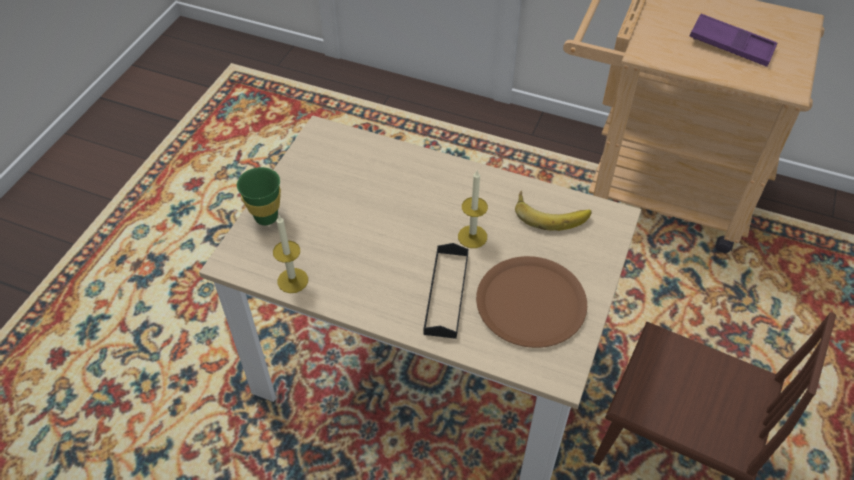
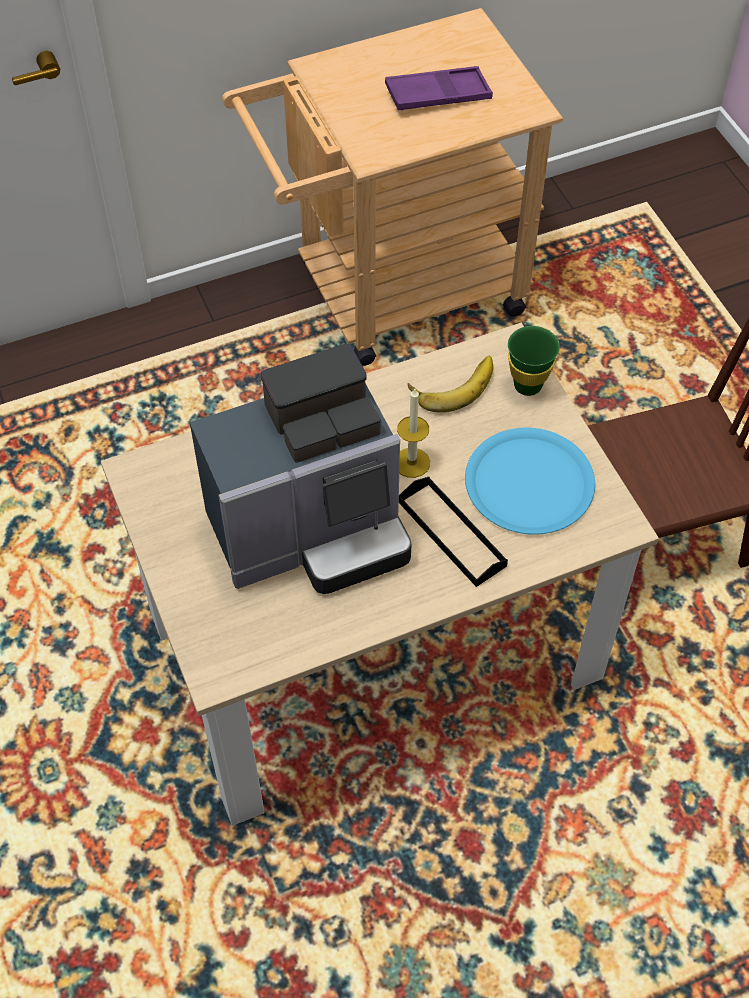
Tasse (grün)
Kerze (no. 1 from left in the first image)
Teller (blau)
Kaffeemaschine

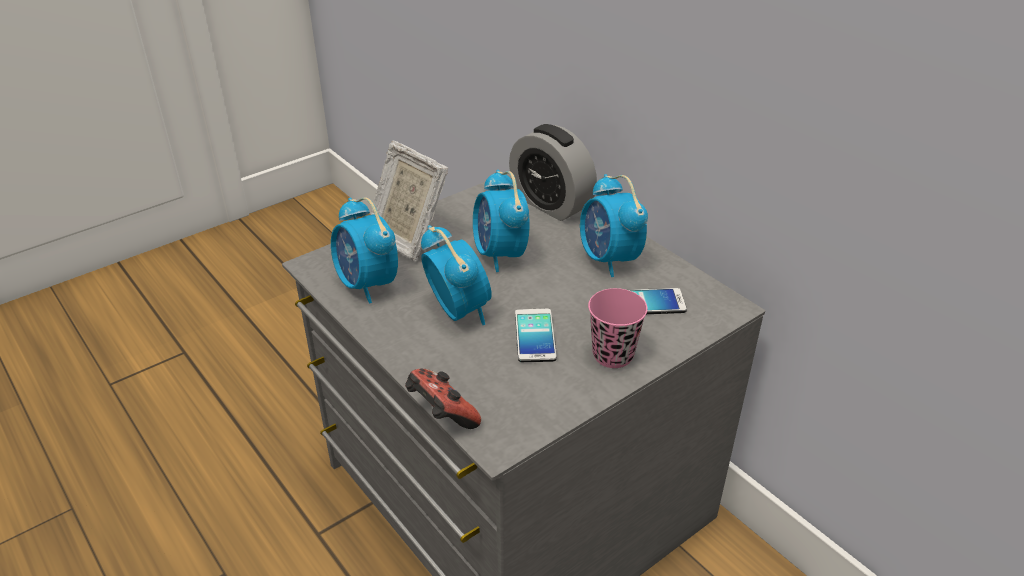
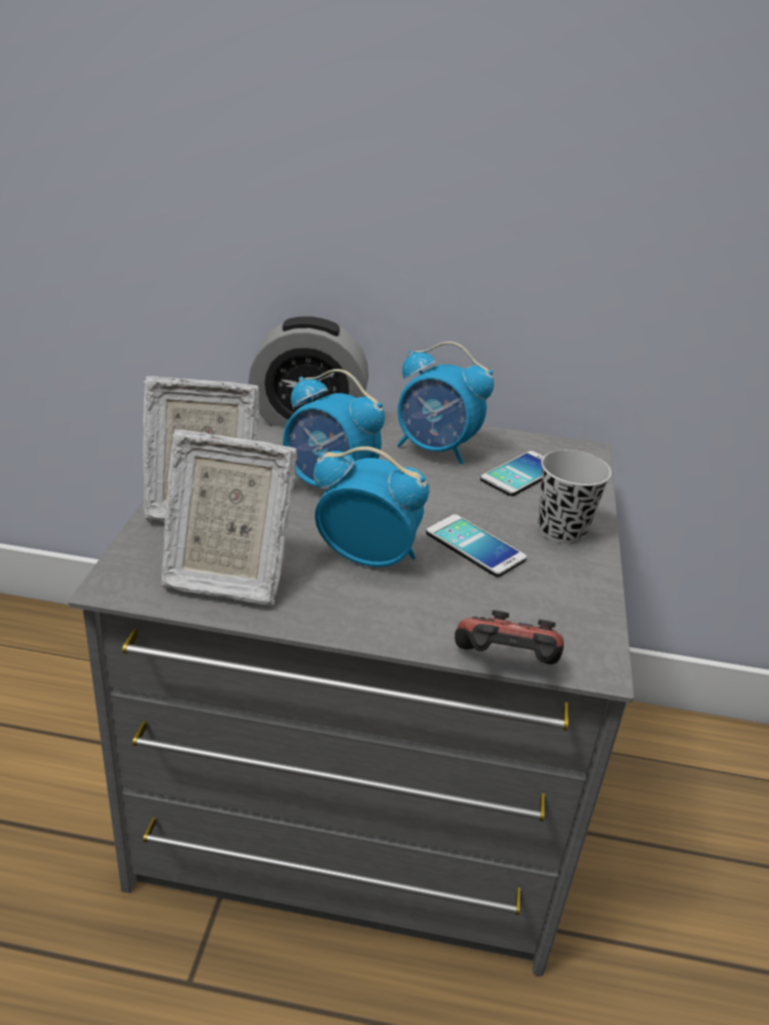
Bilderrahmen (no. 2 from left)
Tasse (schwarz)

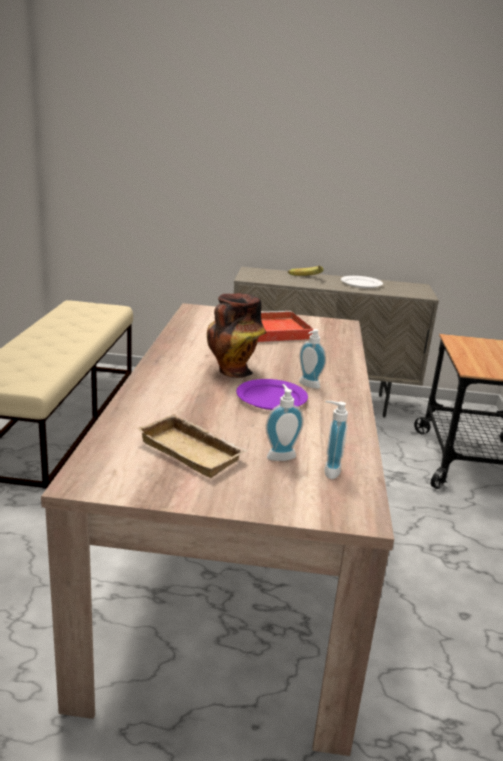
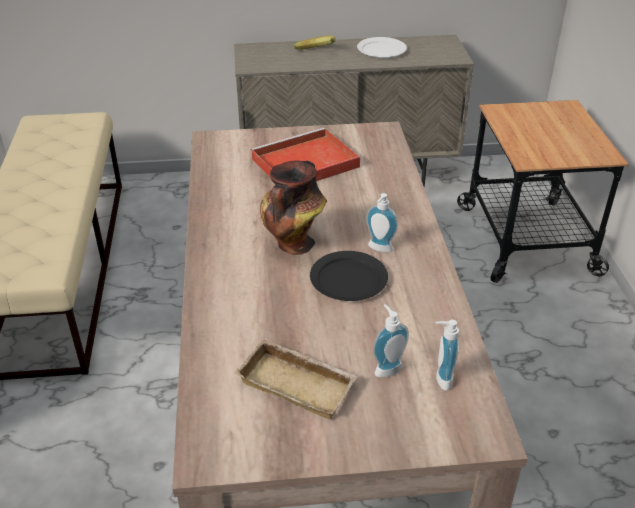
Teller (schwarz)

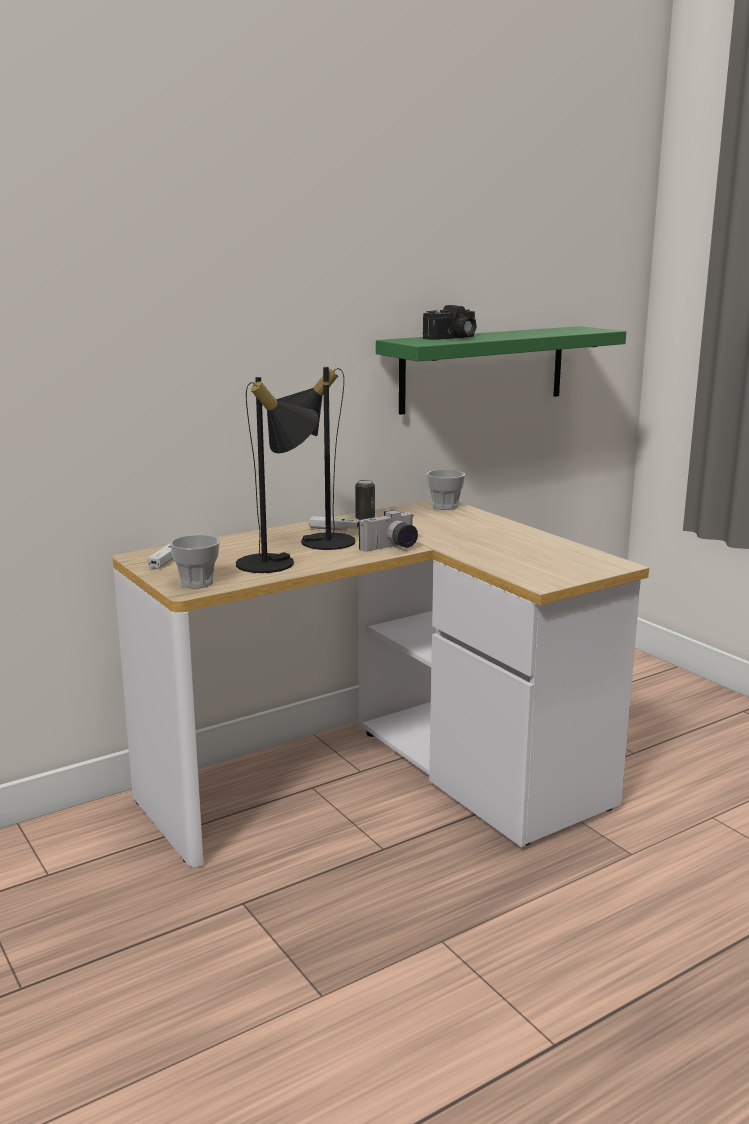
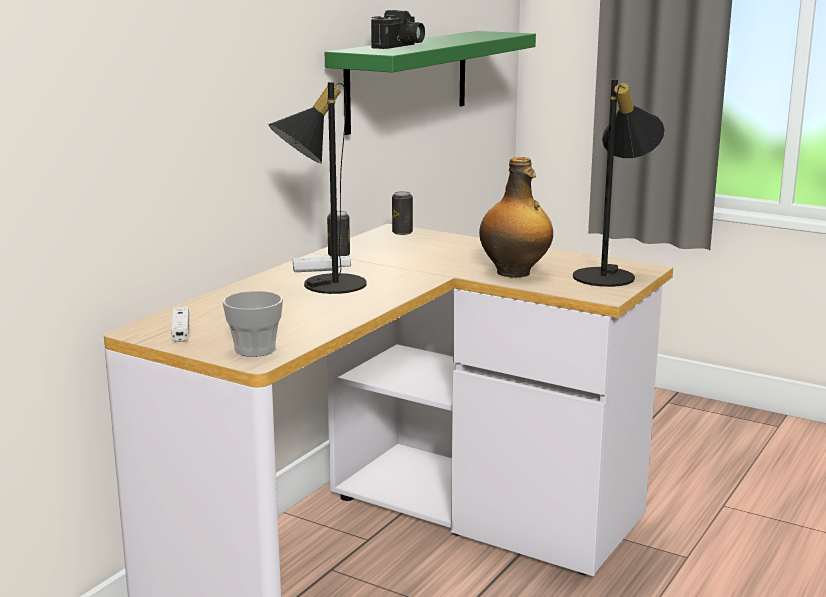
Tischlampe (schwarz) (no. 2 from left)
Kamera (no. 1 from left in the first image)
Dose (no. 2 from left)
Flasche

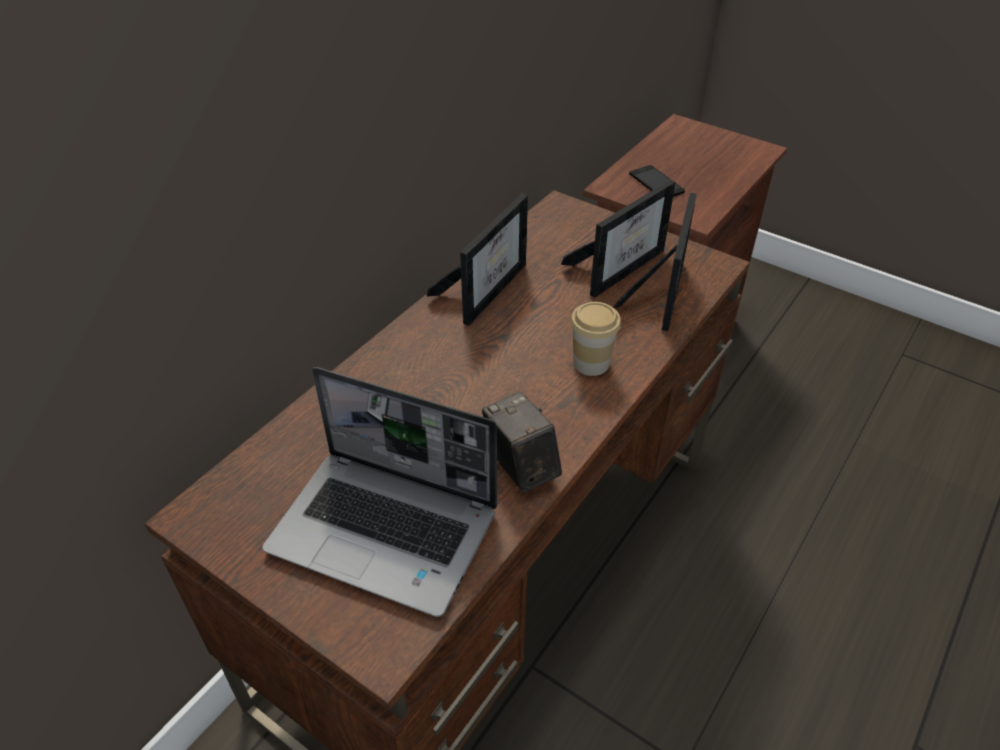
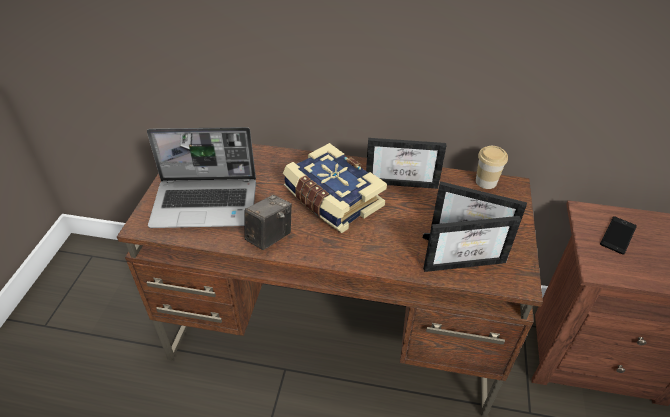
Laptop
Tasse
Buch

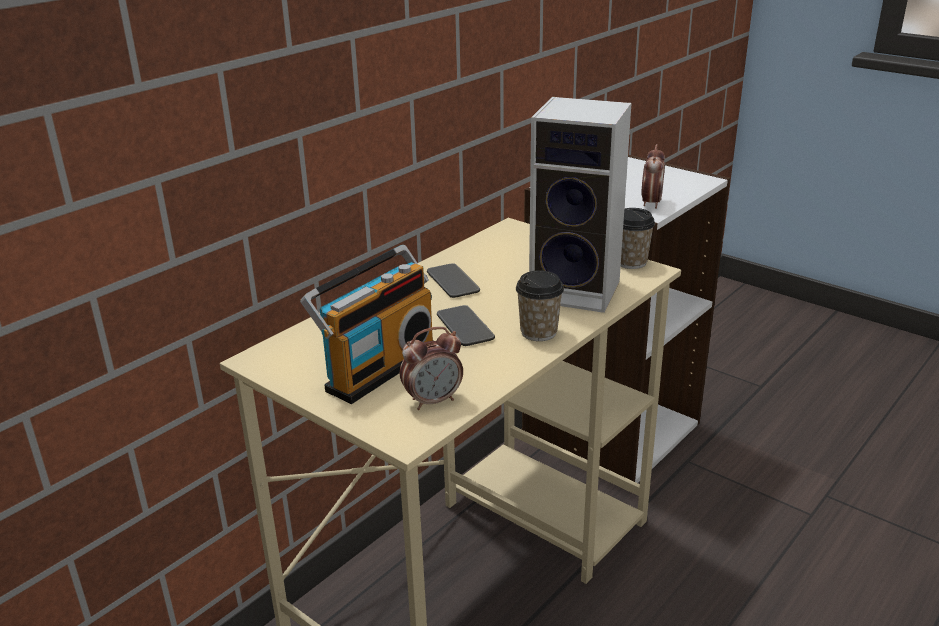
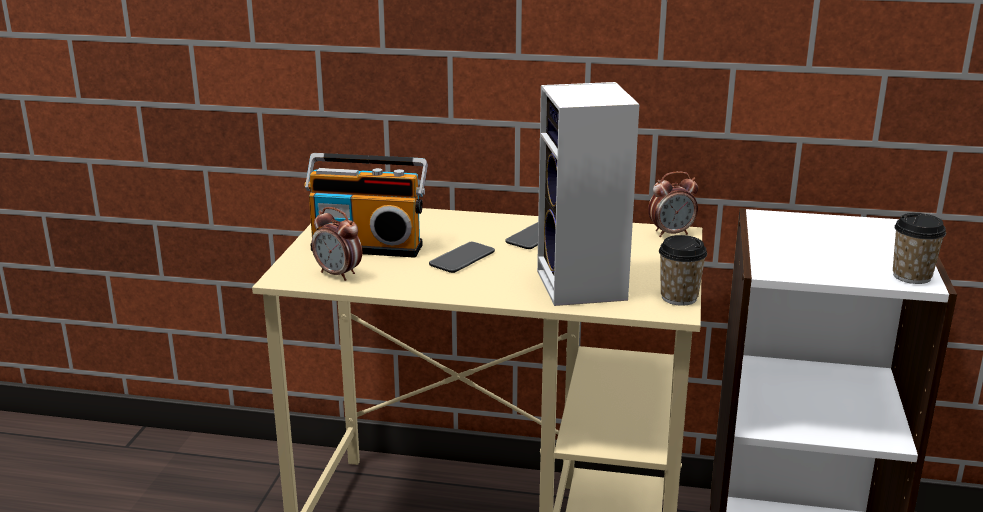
Tasse (no. 2 from left)
Wecker (no. 2 from left)

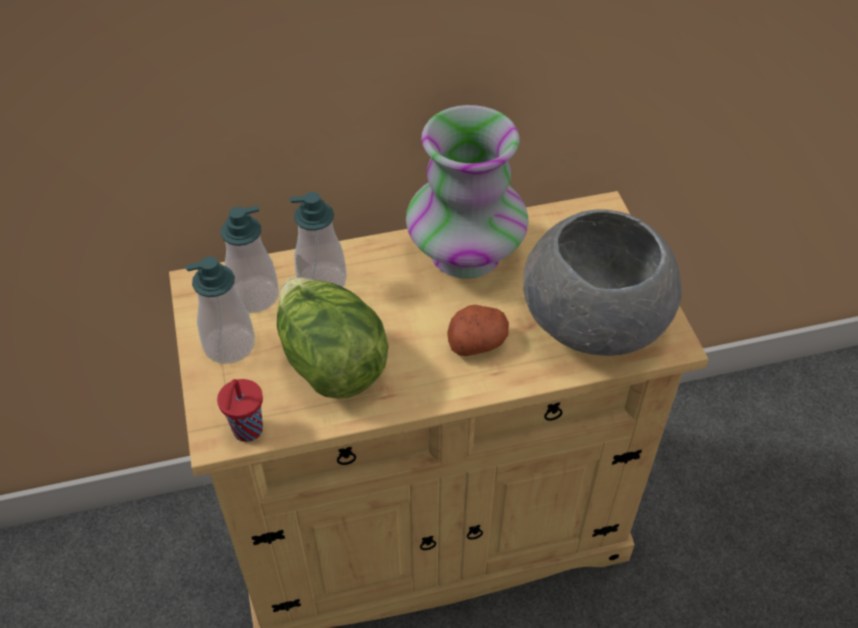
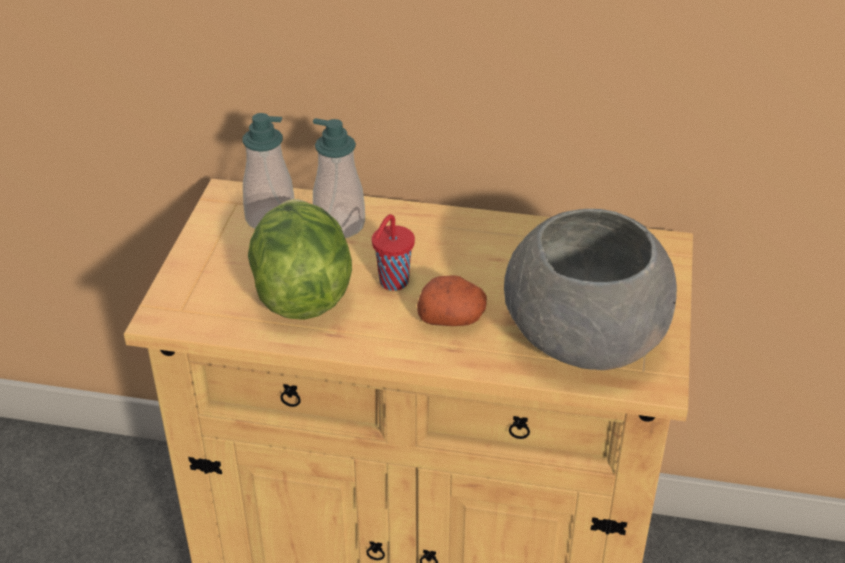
Seifenspender (no. 1 from left in the first image)
Tasse (rot)
Vase

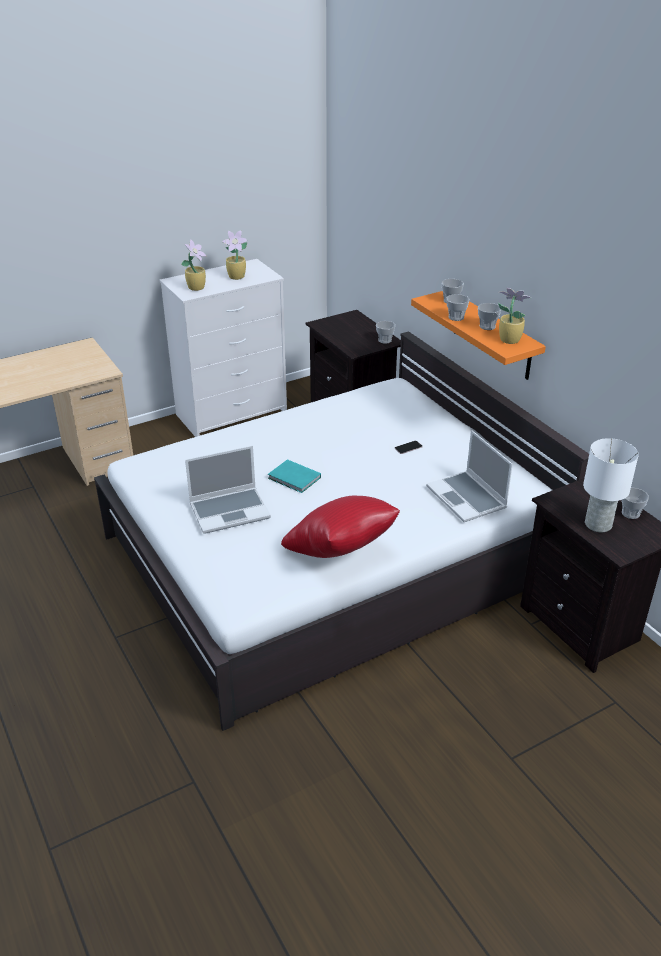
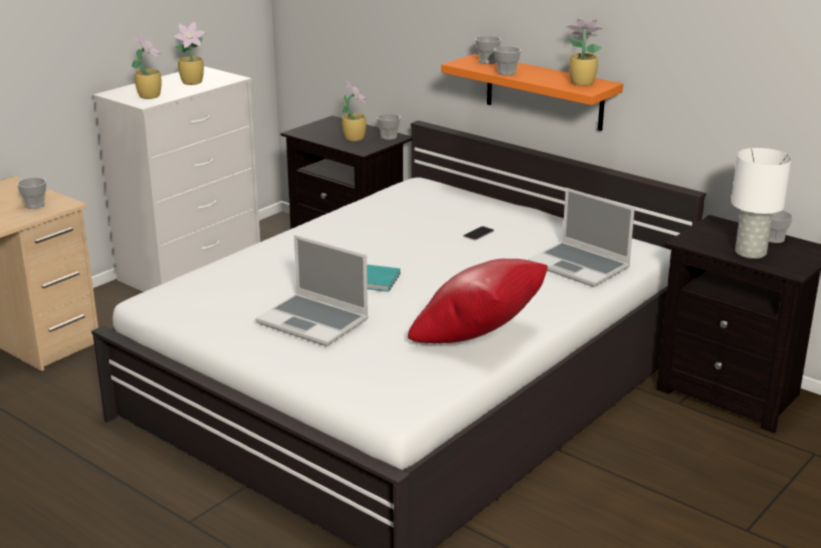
Laptop (no. 1 from left)
Tasse (no. 1 from left)
Topfpflanze (no. 3 from left)

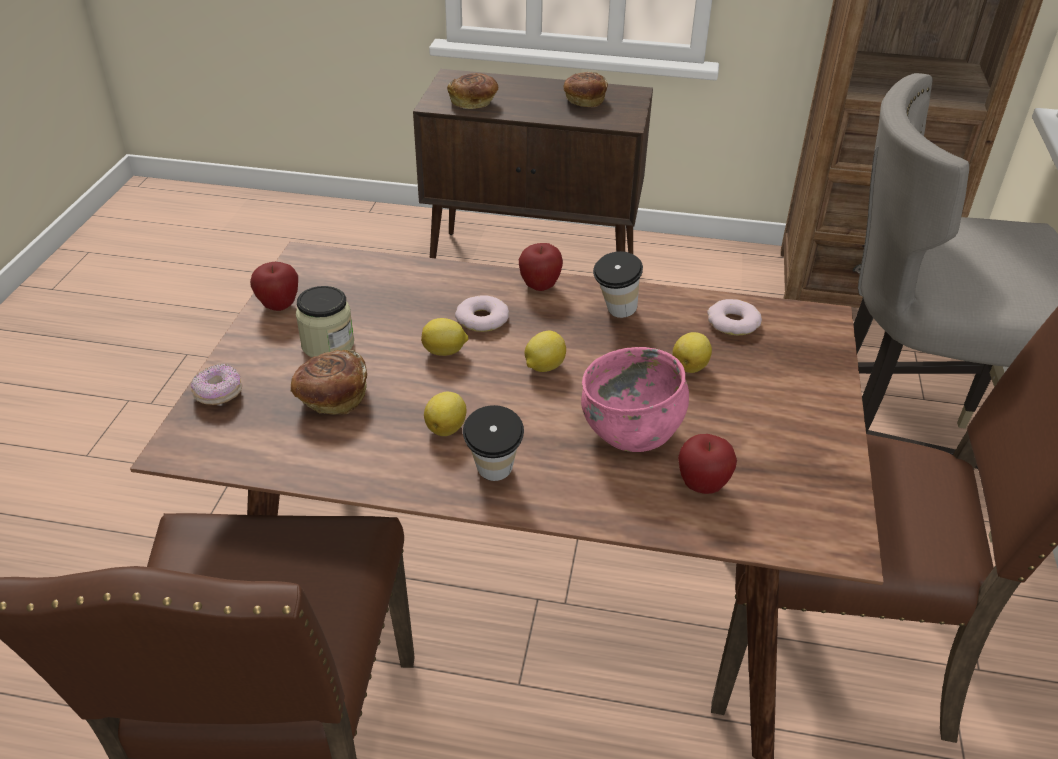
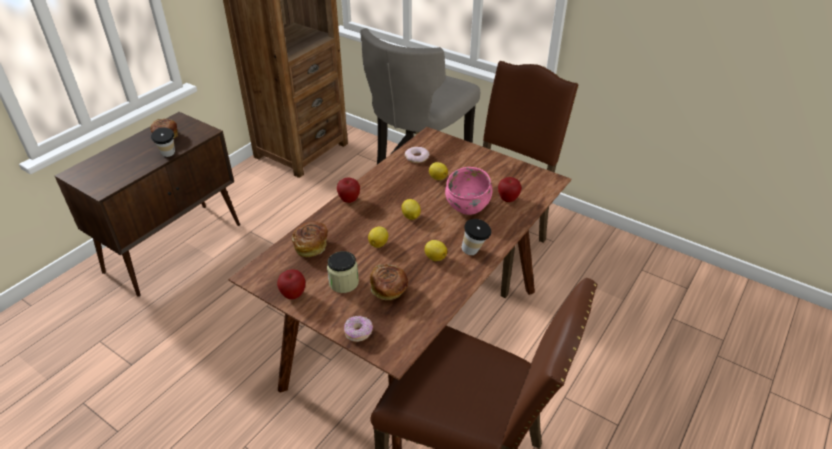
Brot (no. 2 from left)
Donut (no. 2 from left in the first image)
Tasse (no. 1 from left)

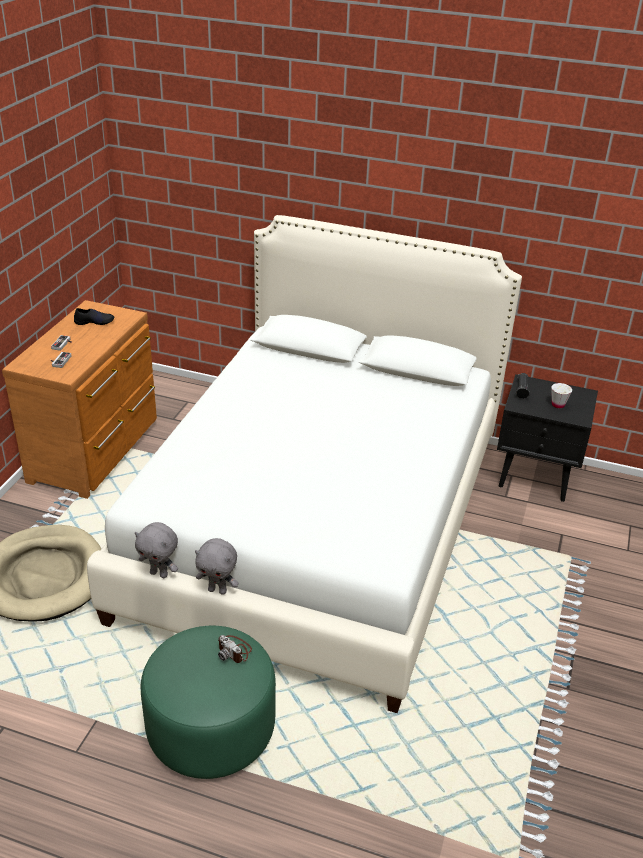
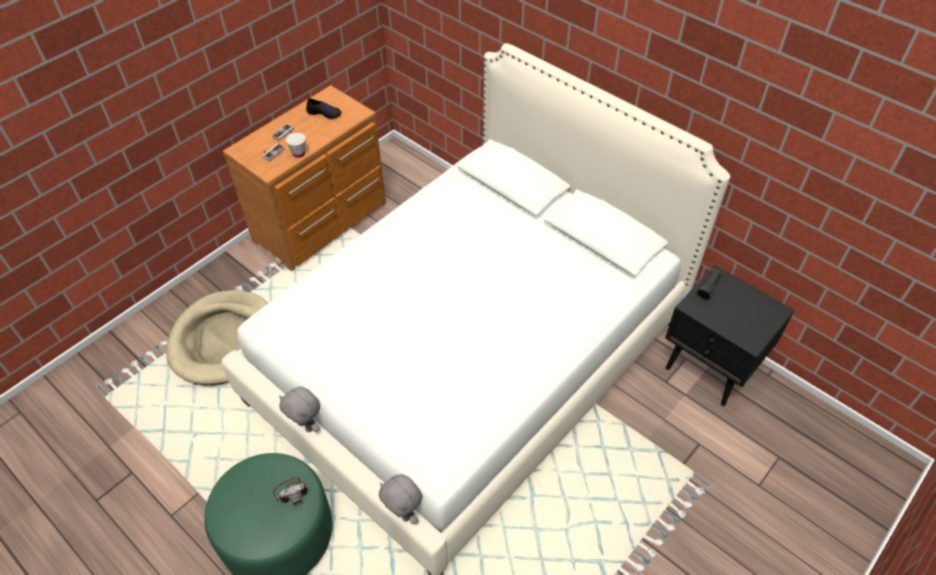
Plüschtier (grau) (no. 2 from left)
Kamera
Tasse (weiß)

